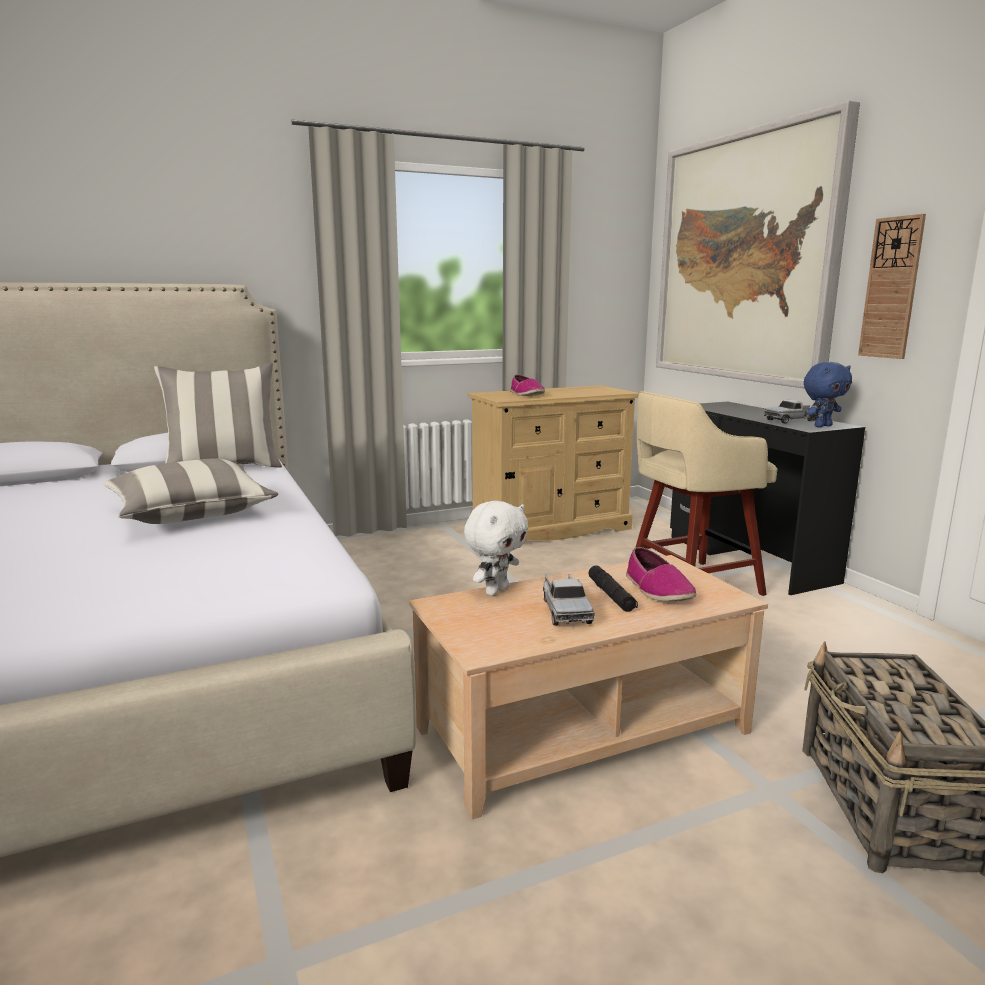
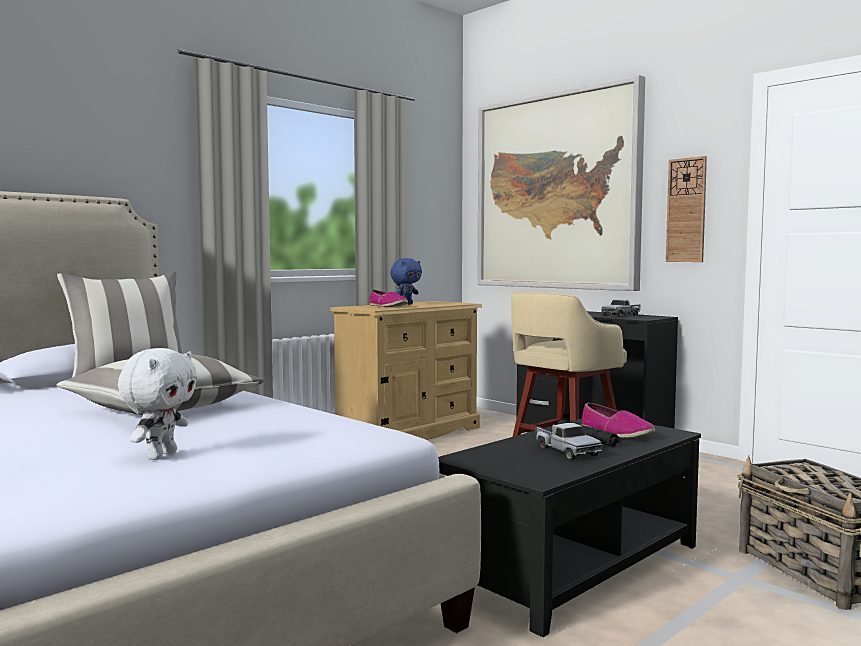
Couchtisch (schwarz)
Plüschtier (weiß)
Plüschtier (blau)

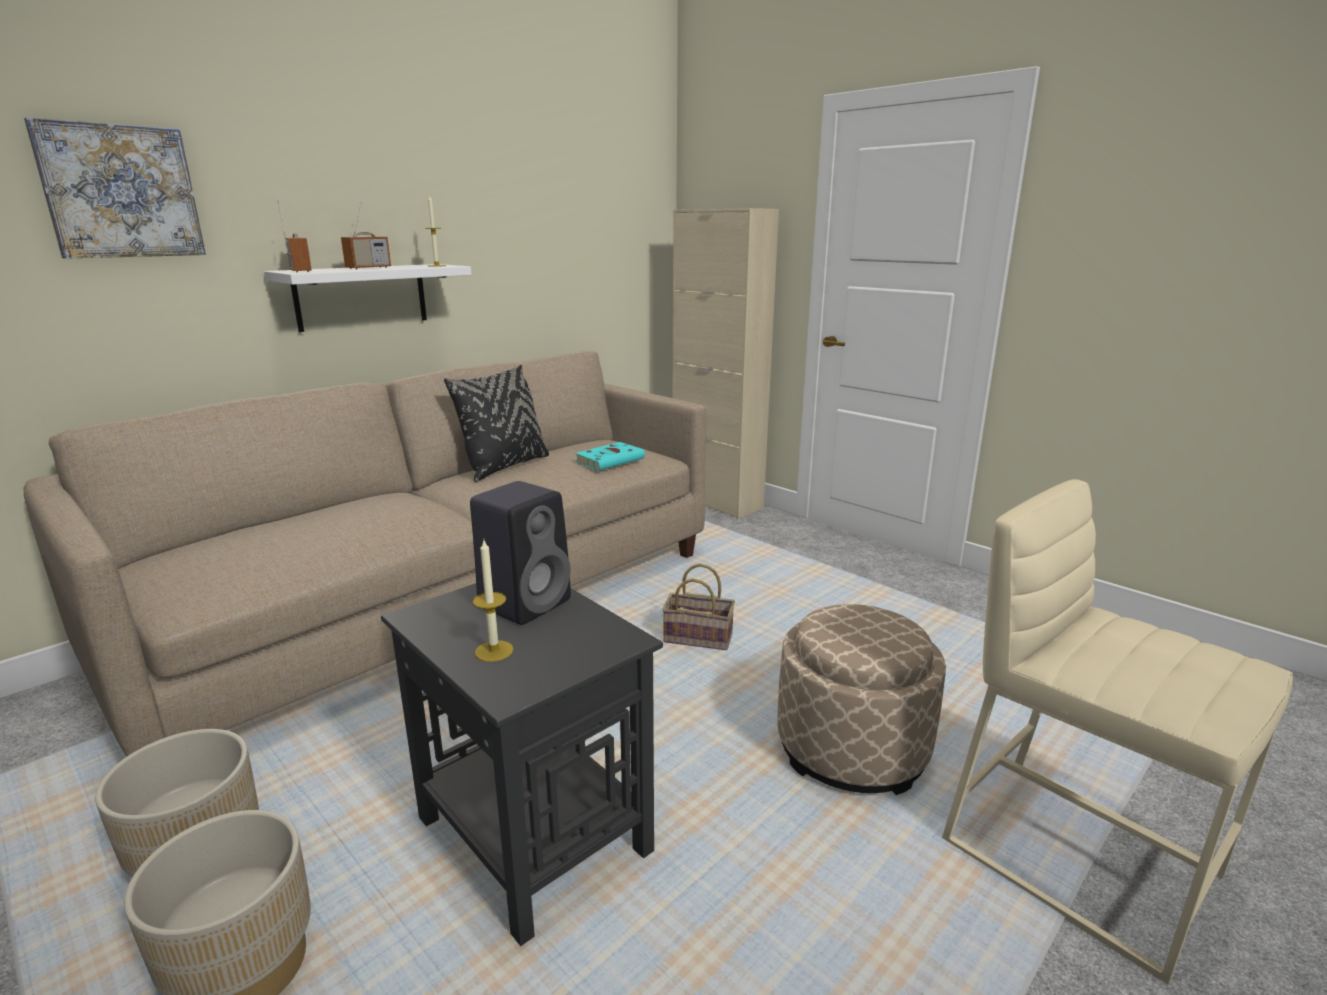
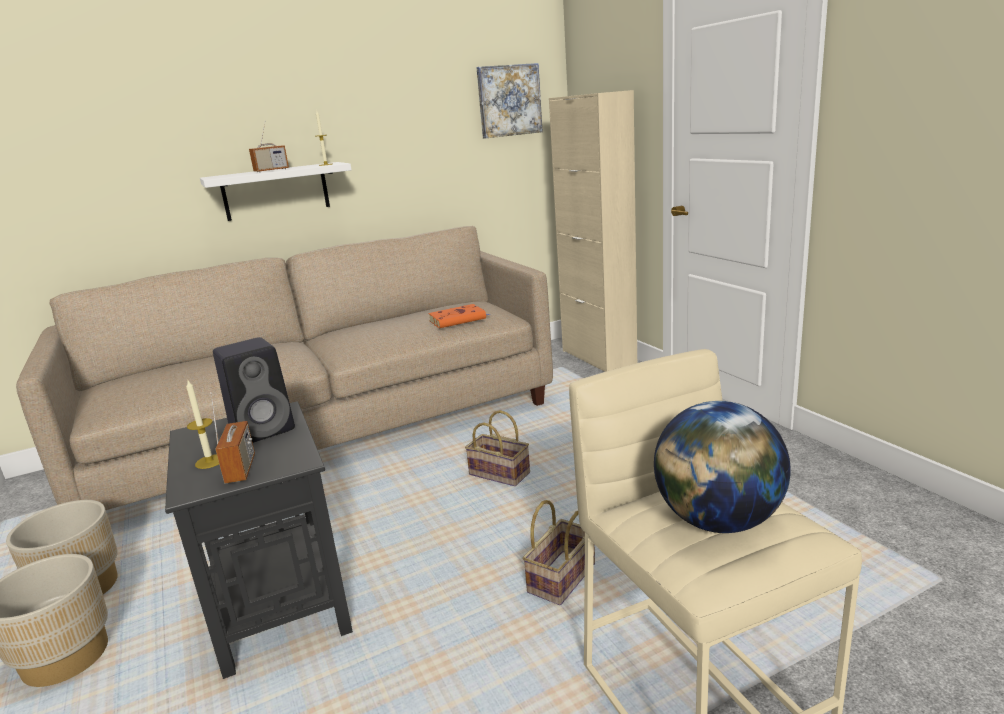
Bild
Radio (no. 1 from left)
Kissen (schwarz)
Buch (orange)
Korb (no. 2 from left)
Globus

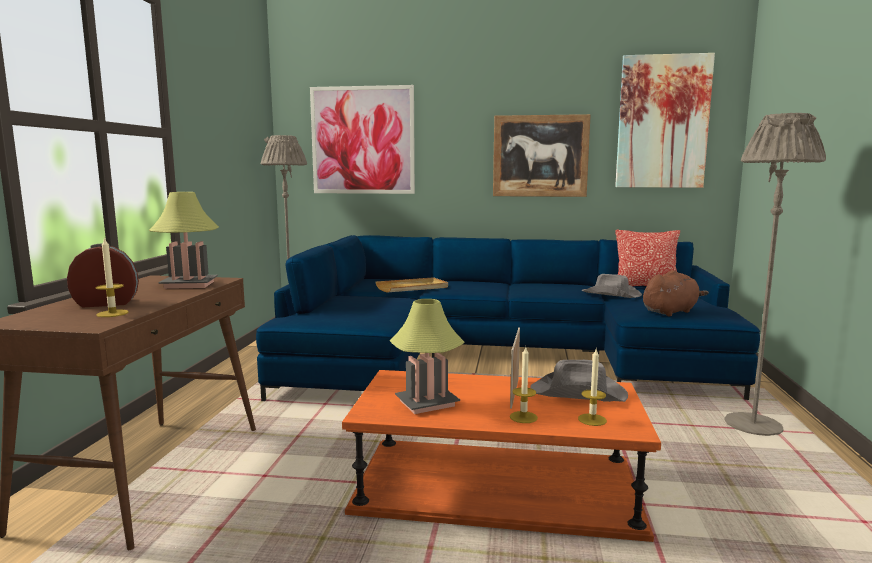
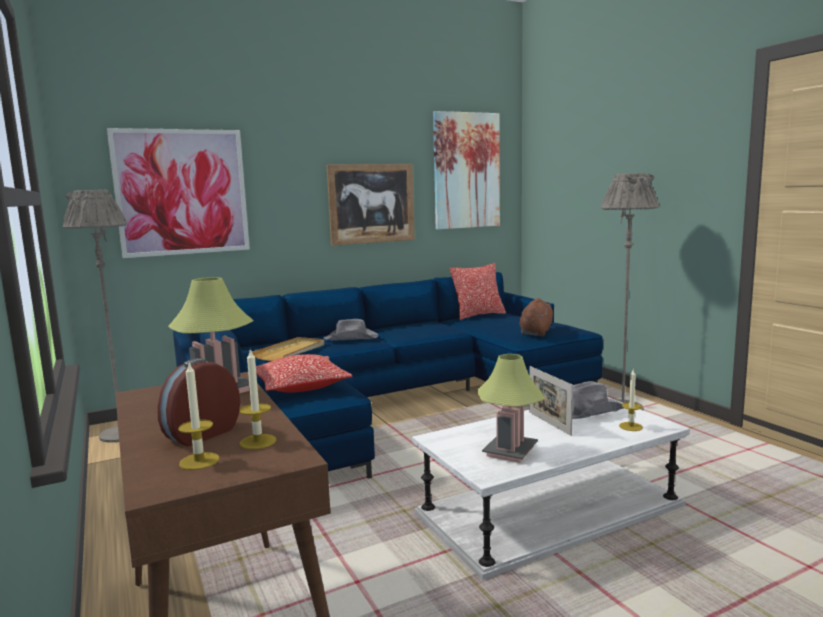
Couchtisch (weiß)
Kerze (no. 1 from left)
Hut (grau) (no. 1 from left)
Kissen (no. 1 from left)

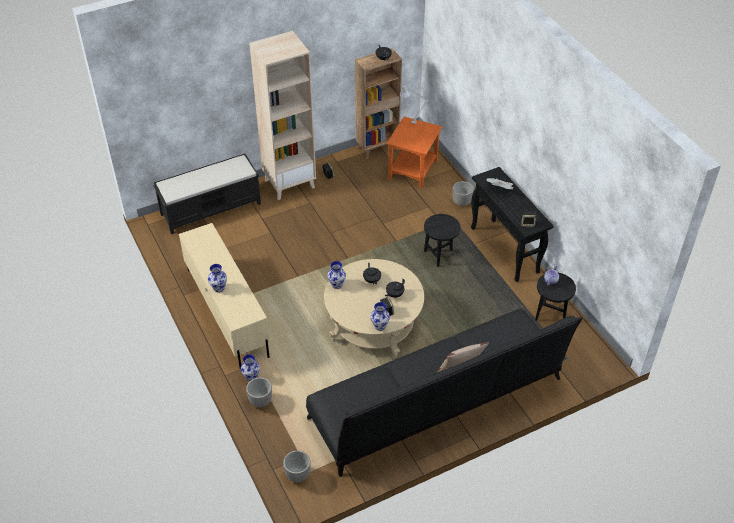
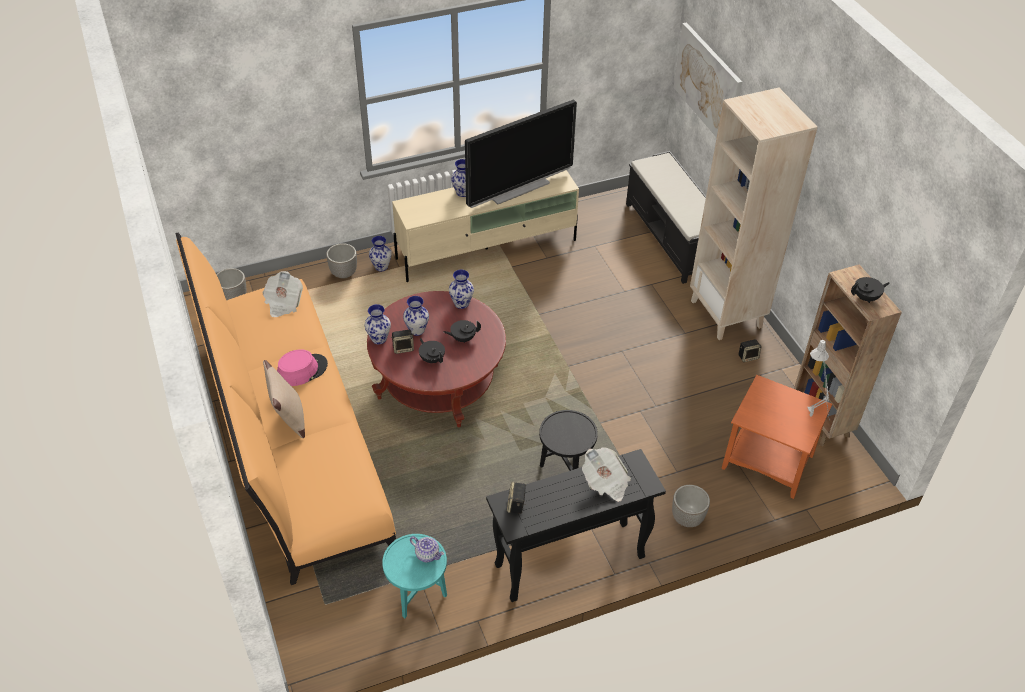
Sofa (orange)
Couchtisch (rot)
Beistelltisch (türkis)
Zeitung (no. 1 from left)
Hut (rosa)
Vase (no. 3 from left)
Fernseher
Bild

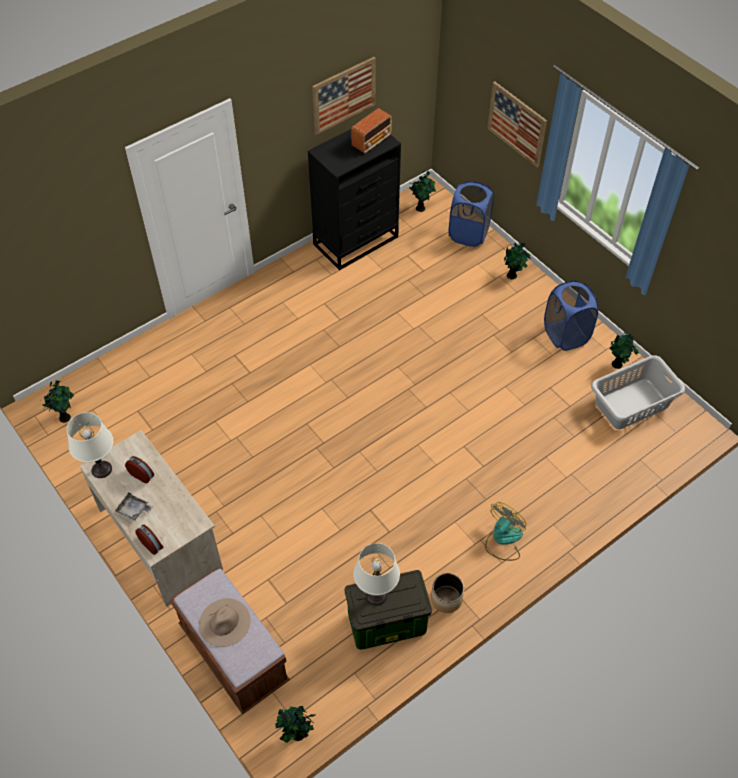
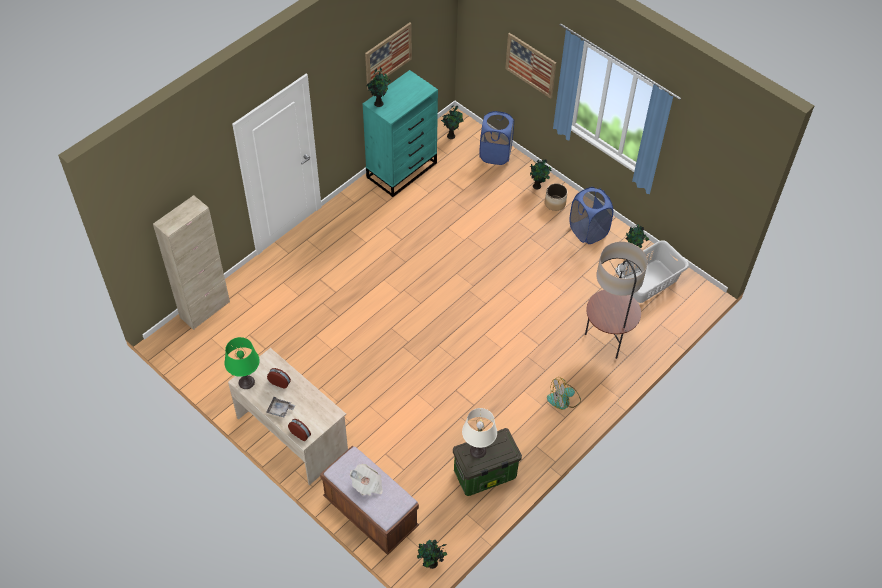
Topfpflanze (no. 1 from left)
Tischlampe (grün)
Zeitung
Kommode (türkis)
Radio
Pflanzkübel
Ventilator
Schrank (beige)
Stehlampe

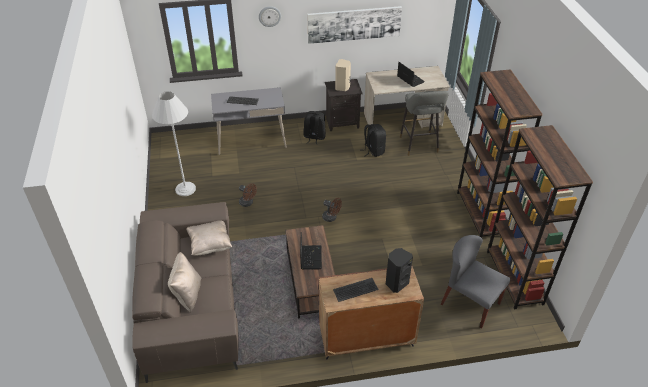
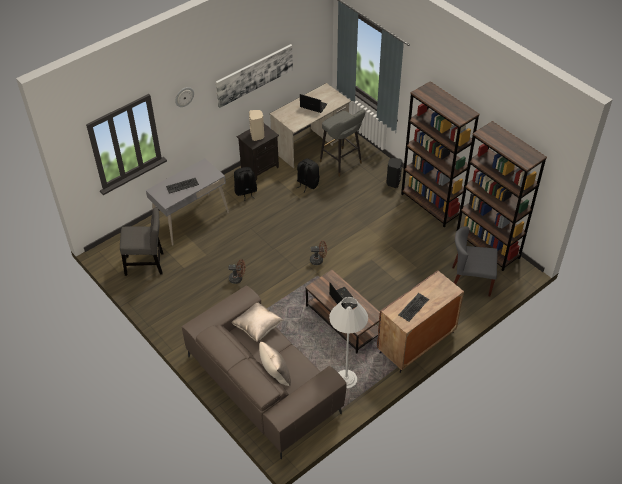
Stehlampe (weiß)
Lautsprecher (schwarz)
Stuhl (grau) (no. 1 from left)

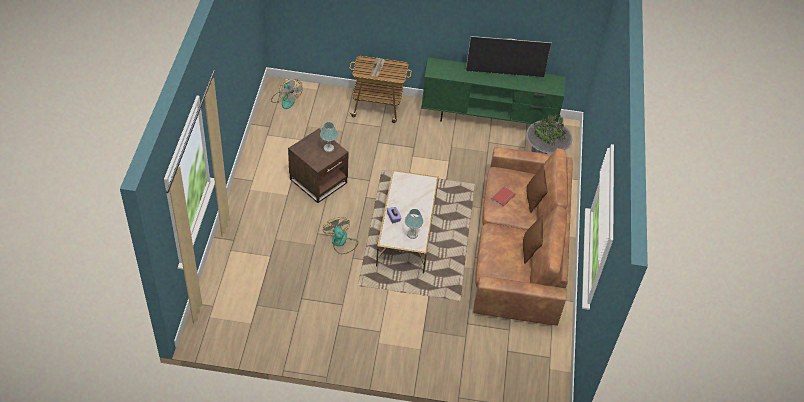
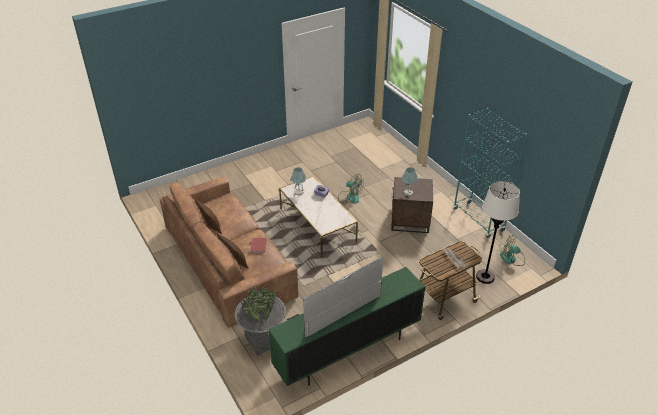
Bücherregal (türkis)
Stehlampe (weiß)

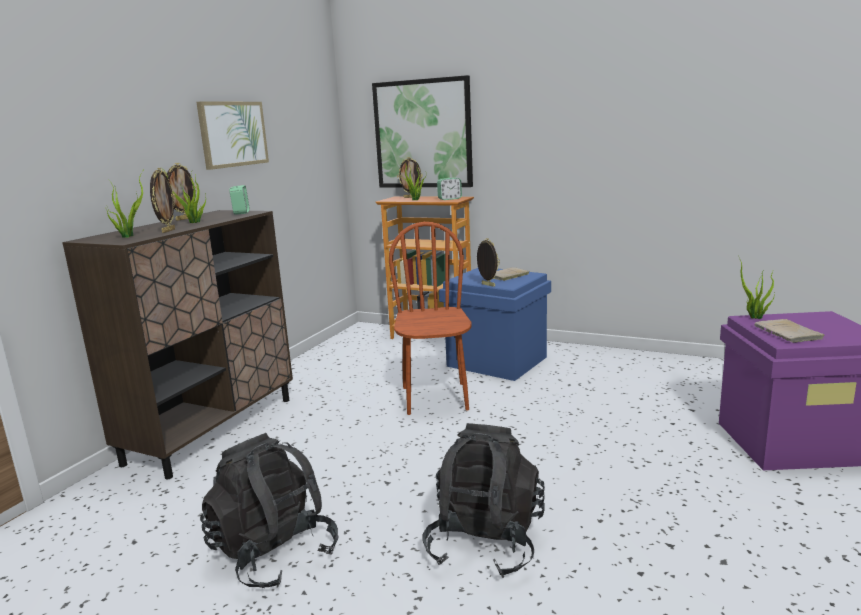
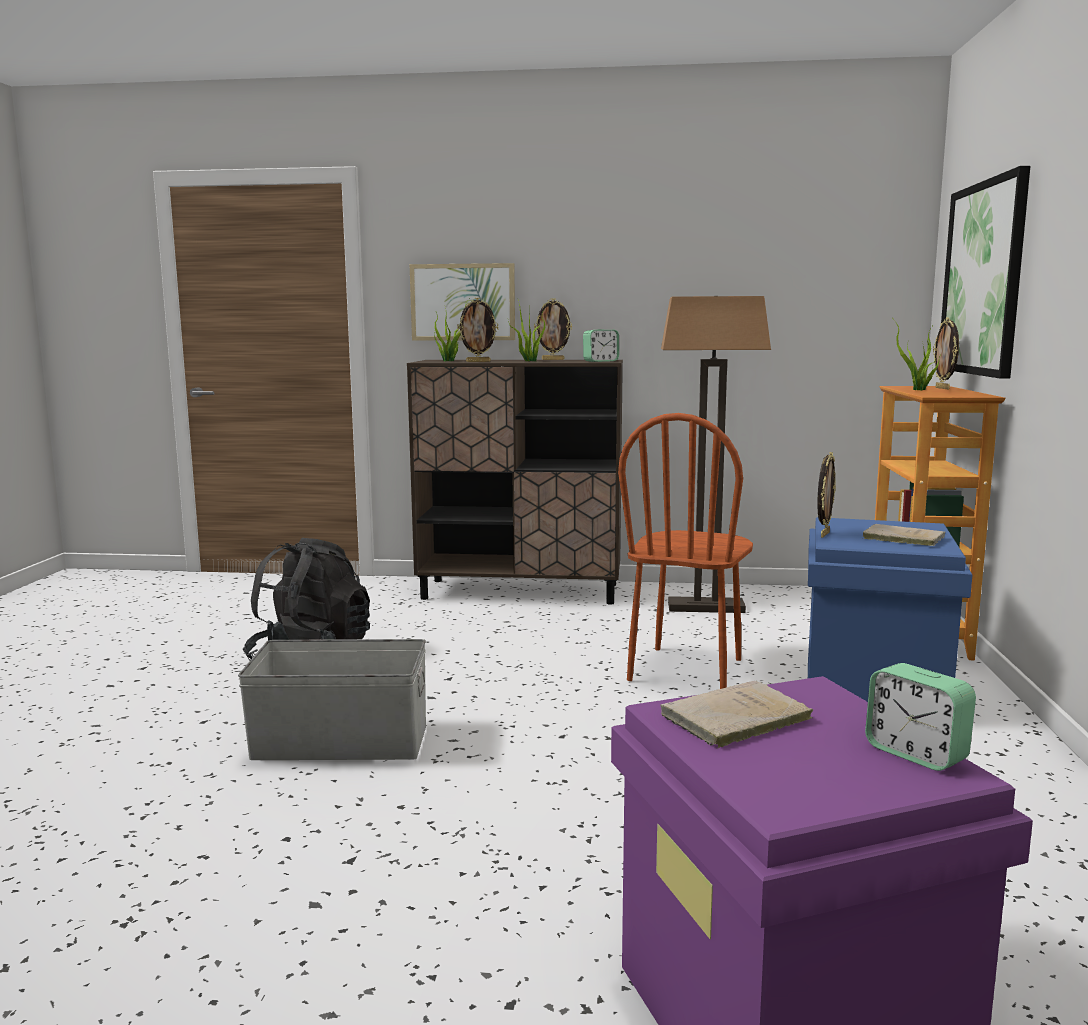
Bild (no. 1 from left)
Stuhl (braun)
Aufbewahrungsbox (grau)
Wecker (no. 2 from left)
Topfpflanze (no. 4 from left in the first image)
Stehlampe

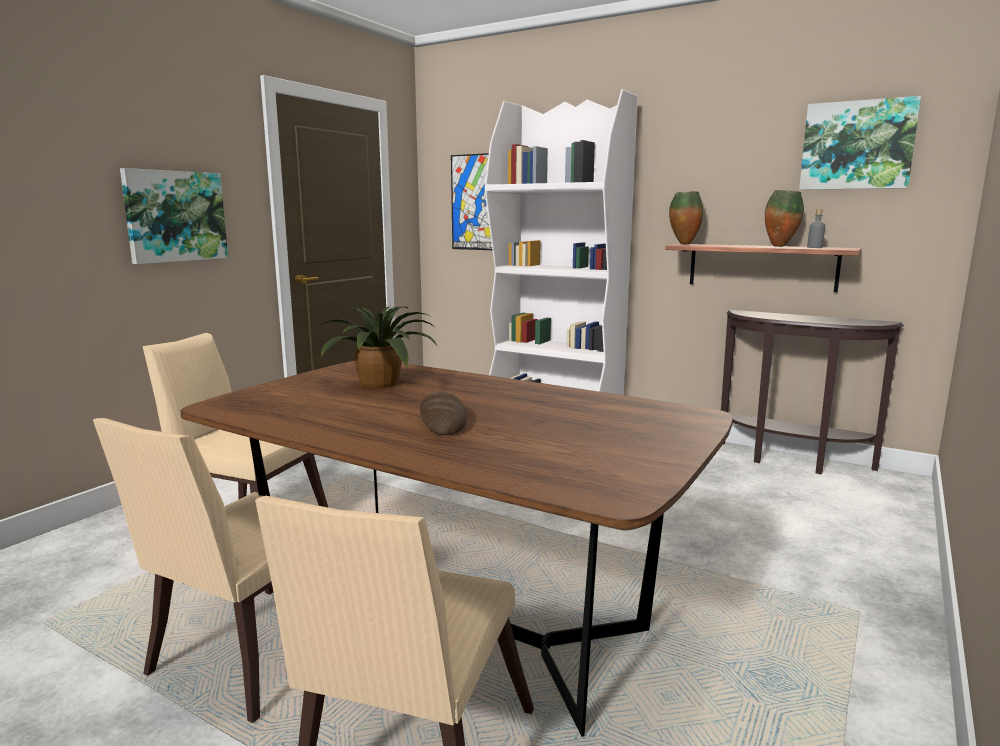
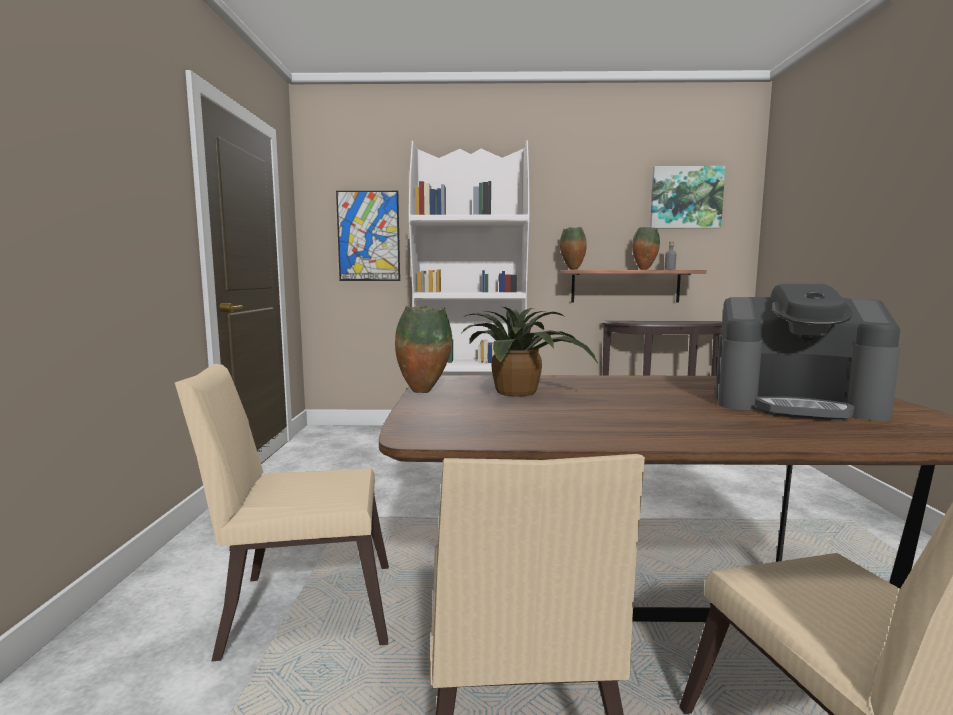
Bild (no. 1 from left in the first image)
Brot
Vase (no. 1 from left)
Kaffeemaschine

